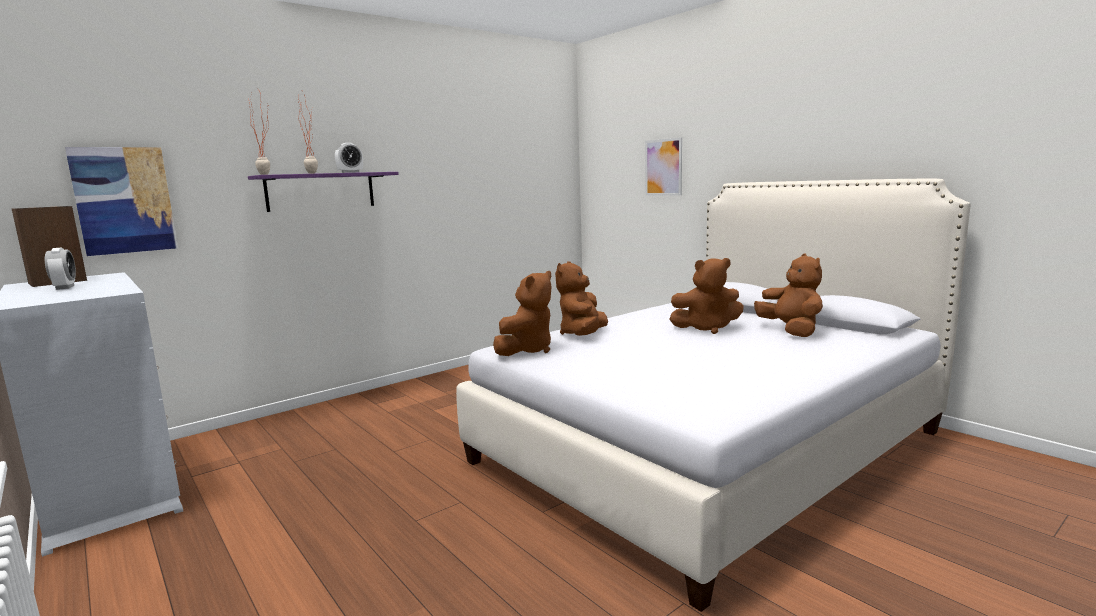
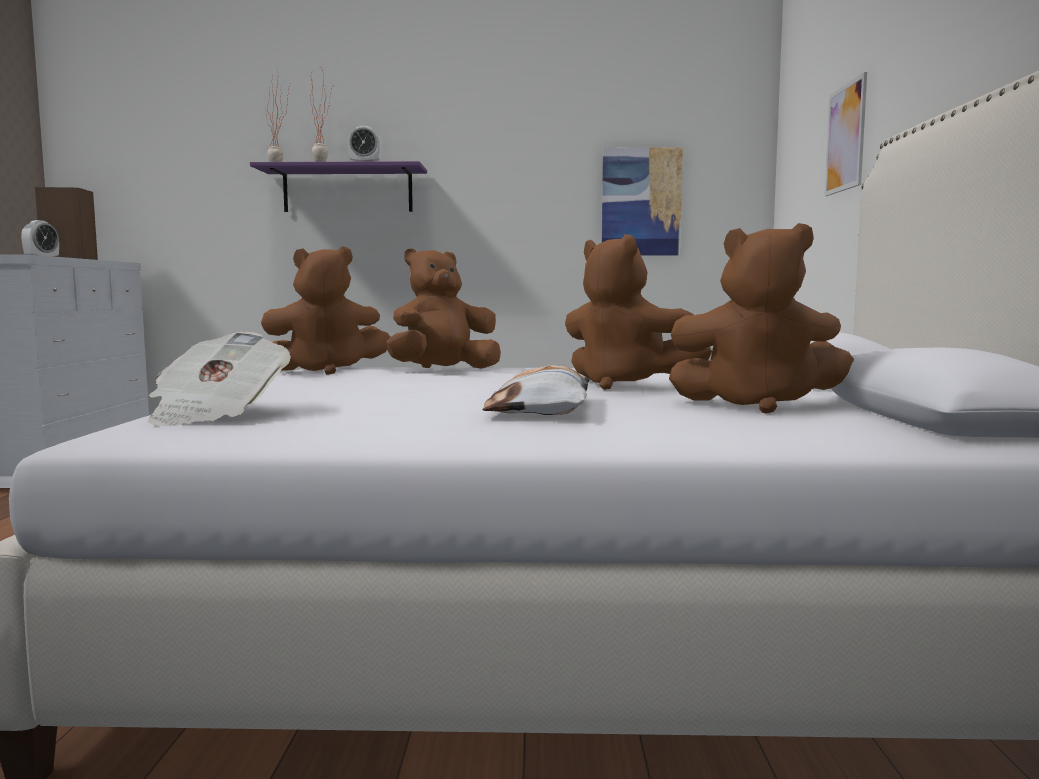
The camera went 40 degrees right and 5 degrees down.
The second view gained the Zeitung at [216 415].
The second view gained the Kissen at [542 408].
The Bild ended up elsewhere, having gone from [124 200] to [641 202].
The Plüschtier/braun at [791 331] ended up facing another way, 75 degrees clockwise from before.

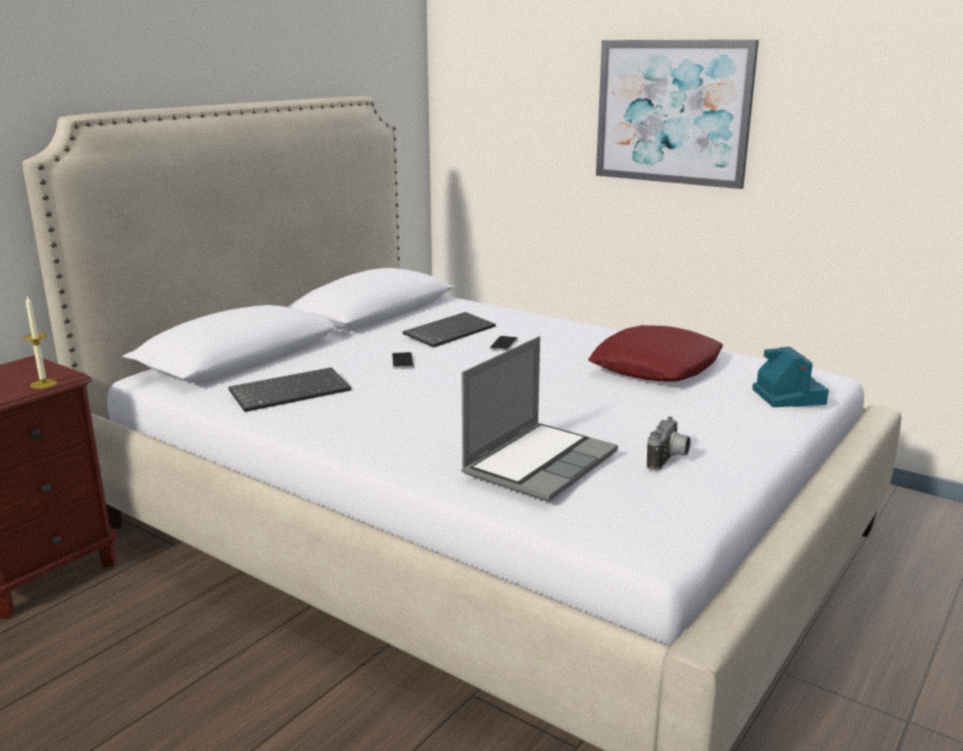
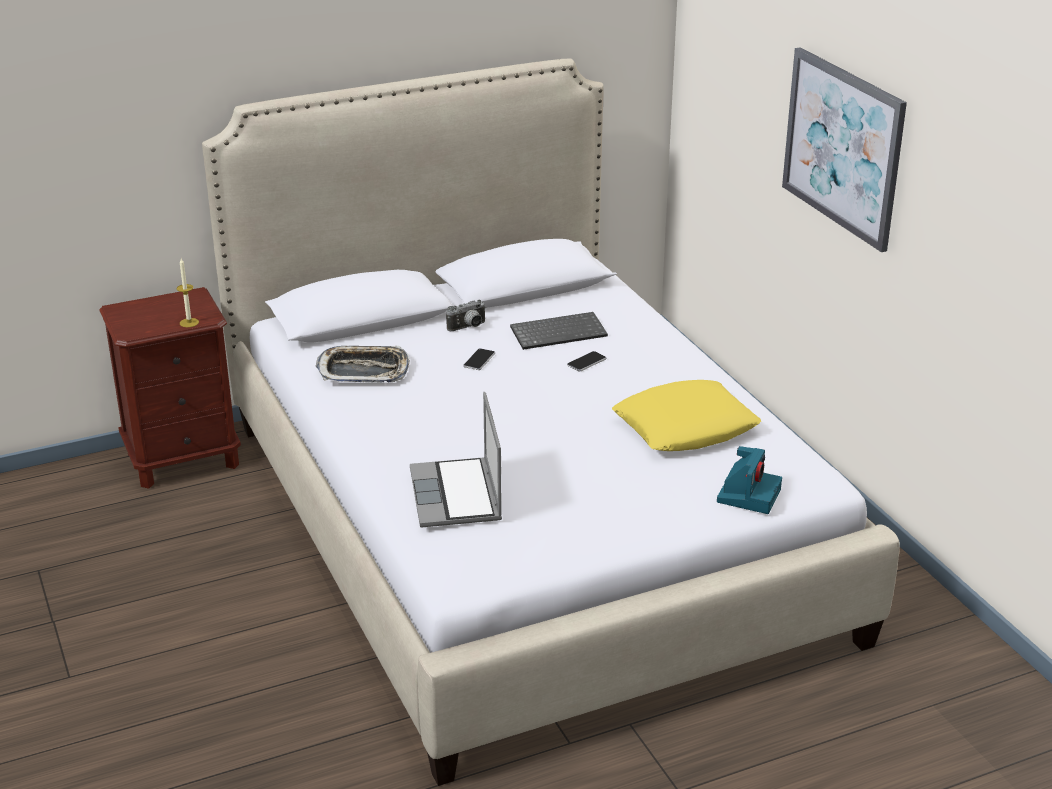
The camera went 30 degrees right and 10 degrees up.
Where the Tastatur stood at [291 391], the Tablett came to stand at [363 371].
The Laptop at [539 462] ended up facing another way, 105 degrees clockwise from before.
The Kamera ended up elsewhere, having gone from [669 460] to [468 327].
What was the Kissen/rot at [656 366] turned into the Kissen/gelb at [685 427].

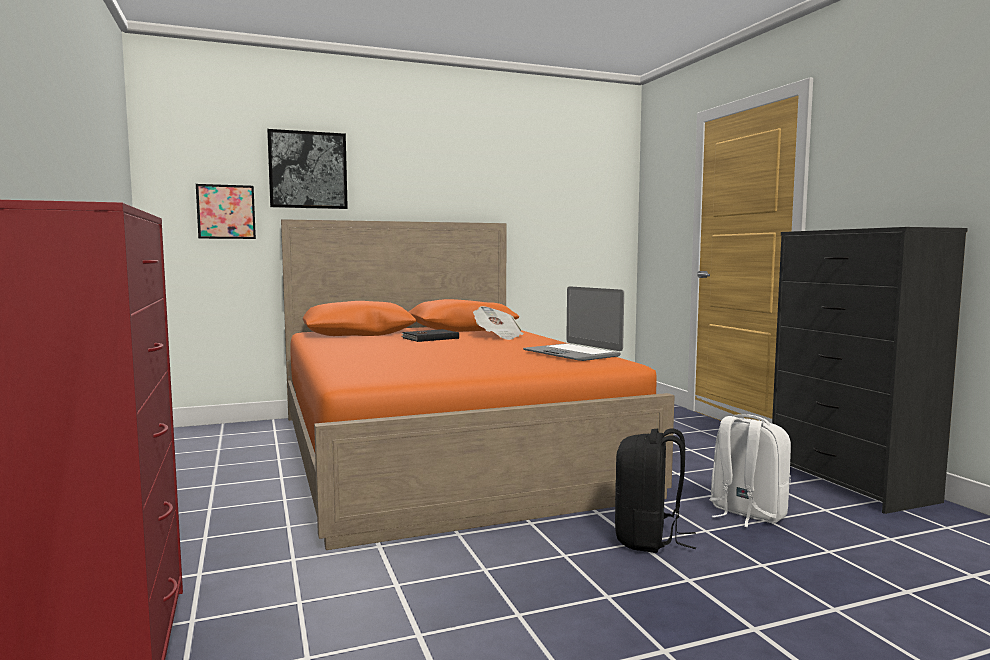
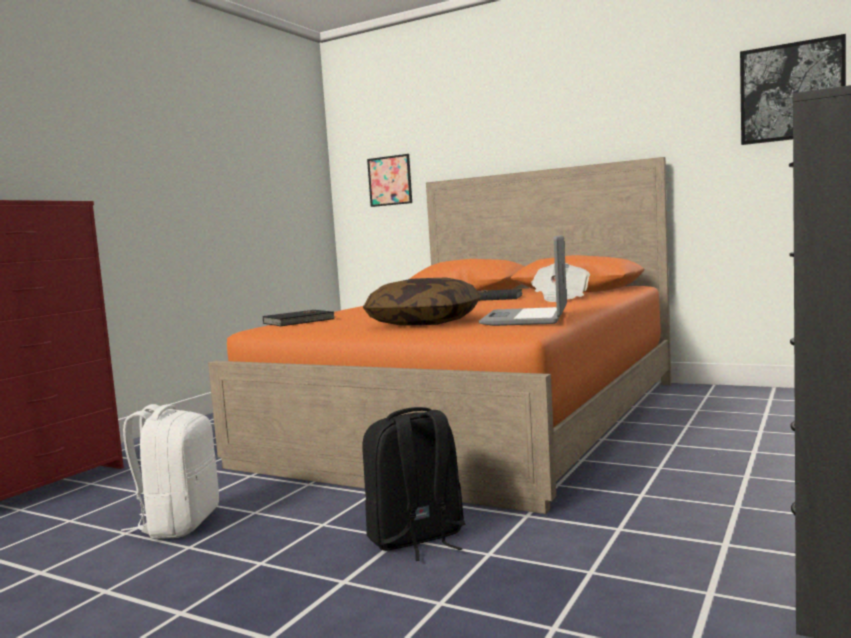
The camera went 50 degrees right and 0 degrees up.
The Rucksack/weiß ended up elsewhere, having gone from [746 513] to [178 524].
The second view gained the Buch/schwarz at [300 321].
The second view gained the Kissen at [424 322].
The Bild ended up elsewhere, having gone from [308 170] to [791 92].

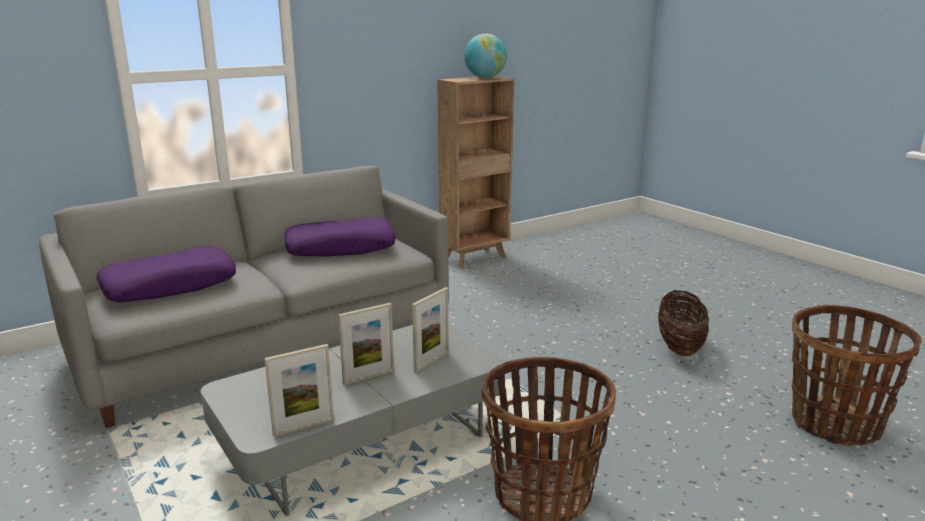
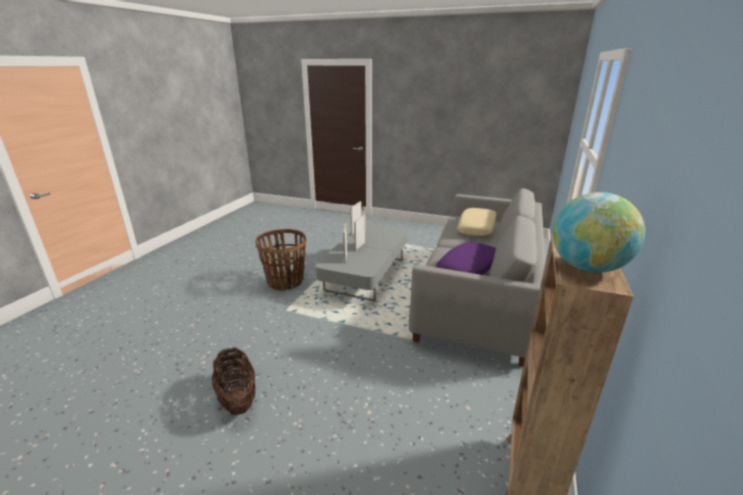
The camera went 145 degrees right and 5 degrees up.
What was the Kissen/lila at [170 286] turned into the Kissen/beige at [477 228].
The second view lost the Korb at [835 424].

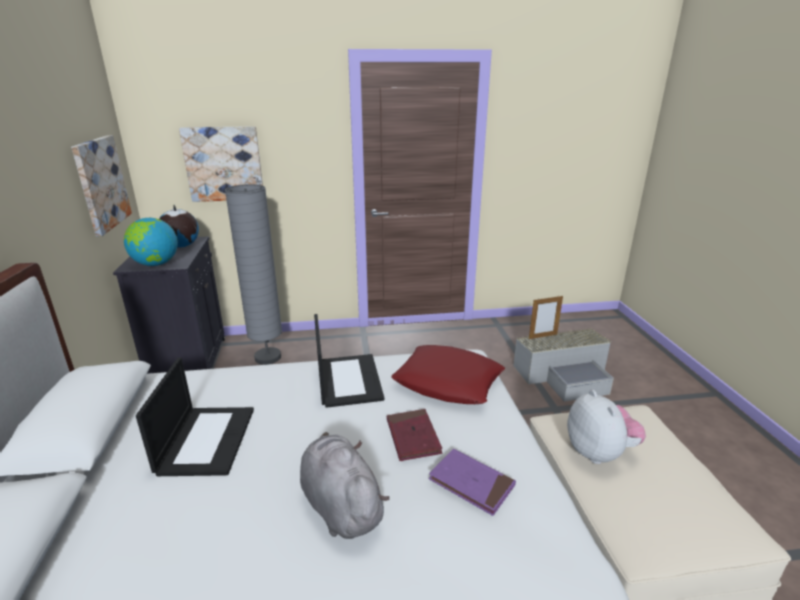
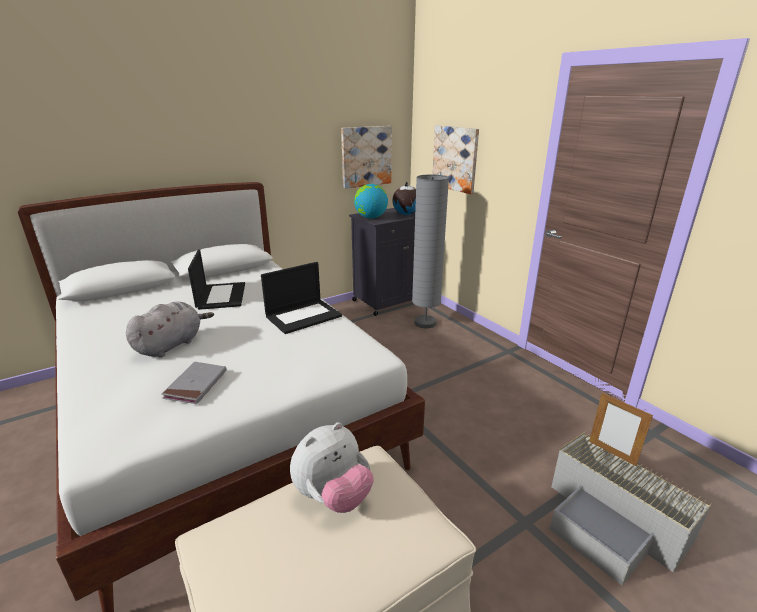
The camera went 65 degrees right and 0 degrees up.
What was the Buch/lila at [471 483] turned into the Buch/grau at [196 385].
The Laptop at [206 439] ended up facing another way, 75 degrees counterclockwise from before.
The second view lost the Buch/rot at [413 437].
The second view lost the Kissen/rot at [448 382].

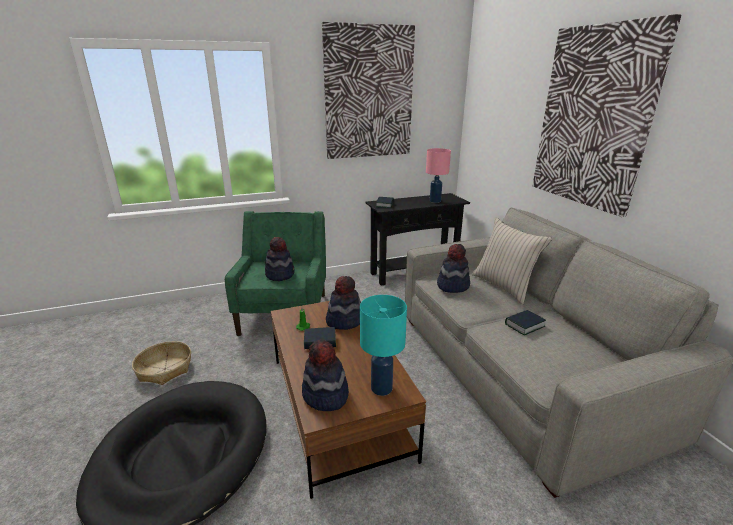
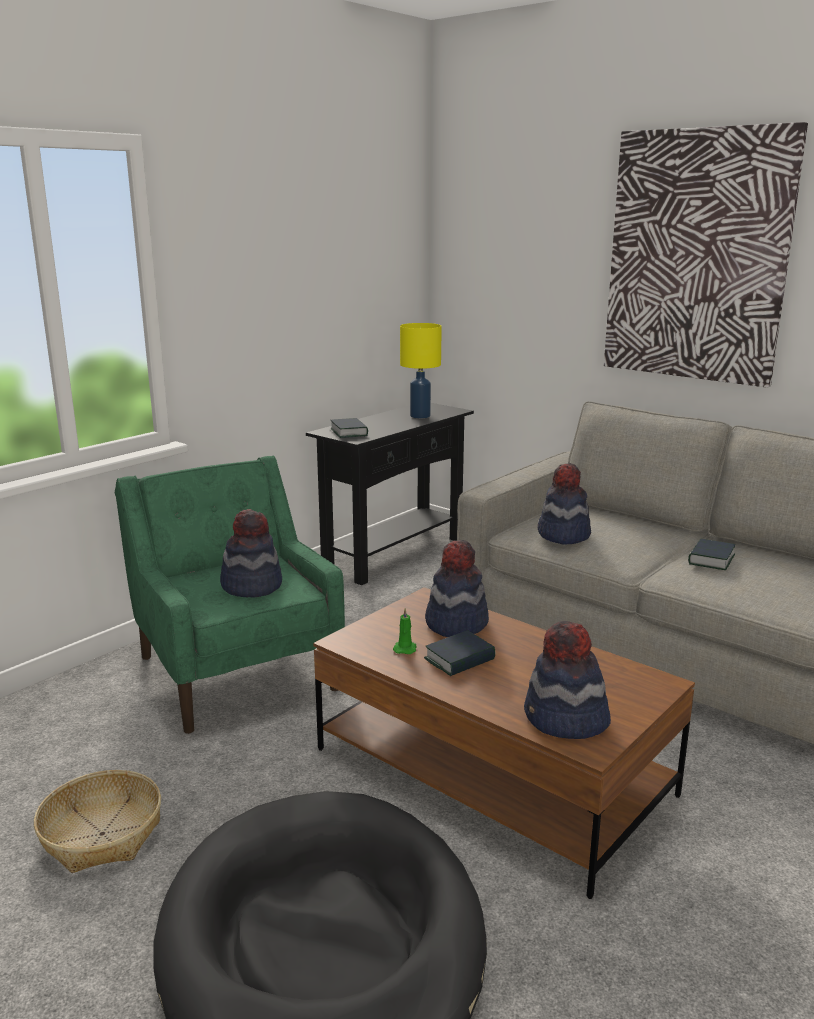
The camera went 30 degrees left and 5 degrees down.
What was the Tischlampe/rosa at [435 201] turned into the Tischlampe/gelb at [419 416].
The second view lost the Bild at [368 93].
The second view lost the Tischlampe/türkis at [382 387].
The second view lost the Kissen/beige at [504 286].

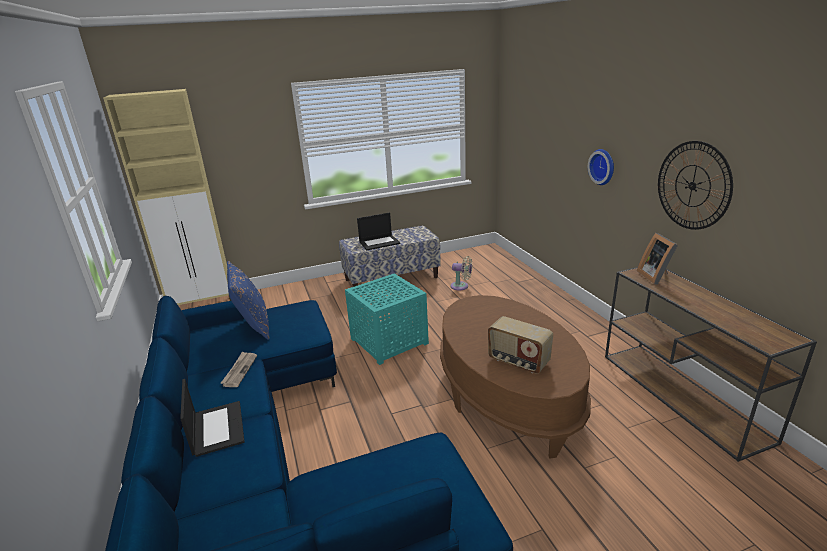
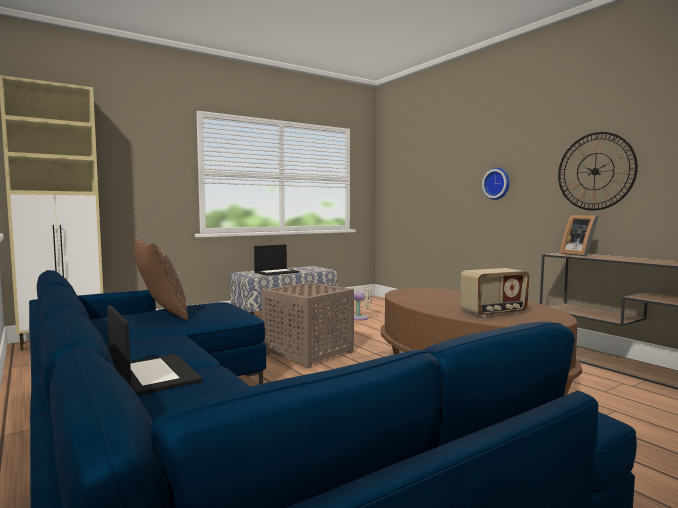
The camera went 15 degrees left and 20 degrees down.
What was the Kissen/blau at [253 326] turned into the Kissen/braun at [161 314].
What was the Beistelltisch/türkis at [389 342] turned into the Beistelltisch/braun at [308 353].
The Radio at [518 362] ended up facing another way, 45 degrees counterclockwise from before.
The second view lost the Zeitung at [239 370].

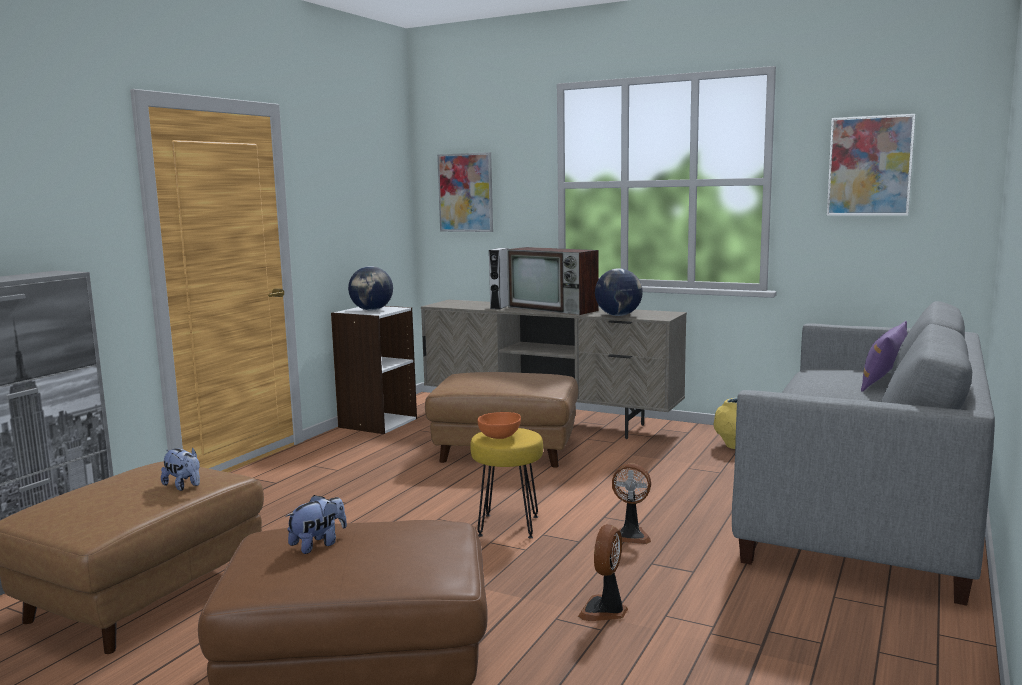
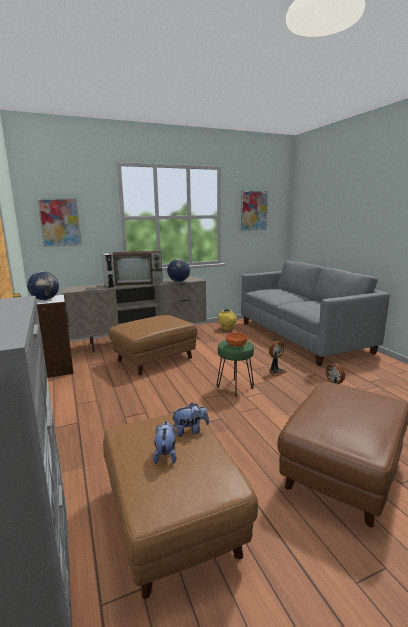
The camera went 50 degrees left and 5 degrees up.
The Plüschtier ended up elsewhere, having gone from [318 544] to [165 454].
What was the Hocker/gelb at [509 525] turned into the Hocker/grün at [235 387].
The second view lost the Kissen/lila at [883 380].

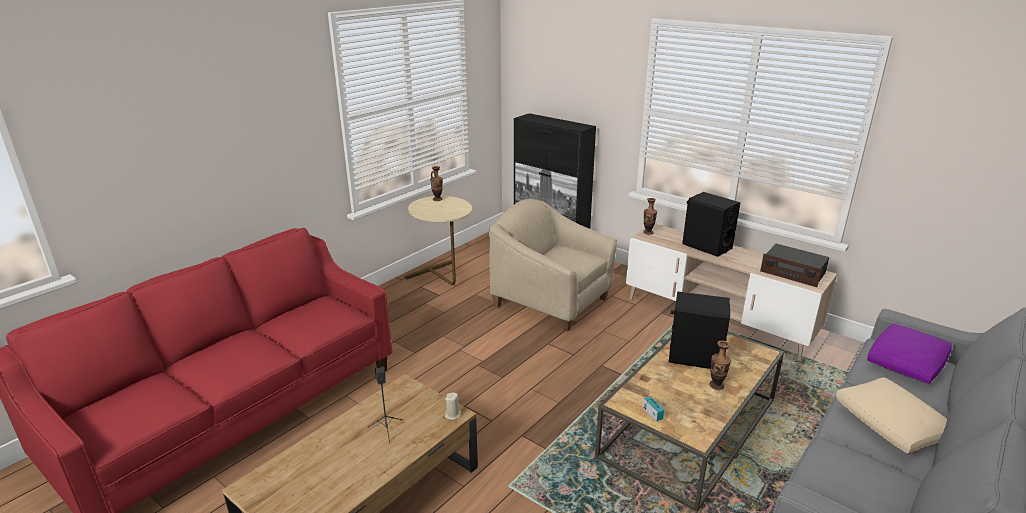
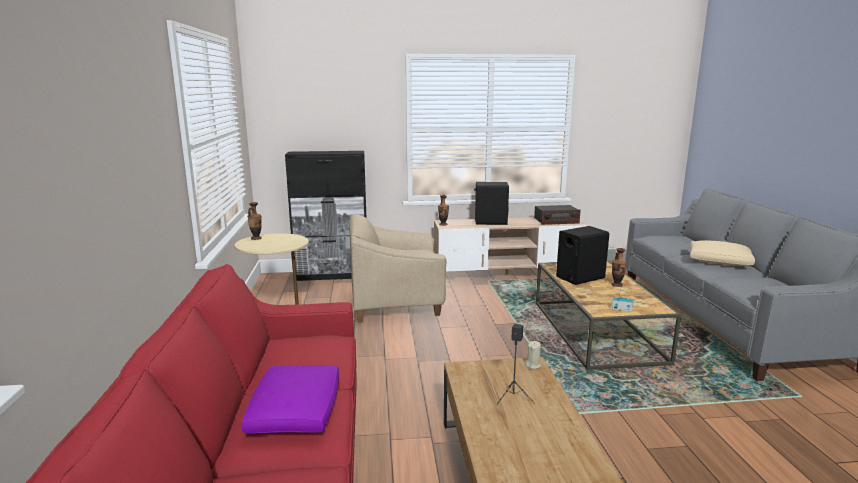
The camera went 45 degrees left and 10 degrees down.
The Kissen/lila ended up elsewhere, having gone from [906 363] to [295 412].

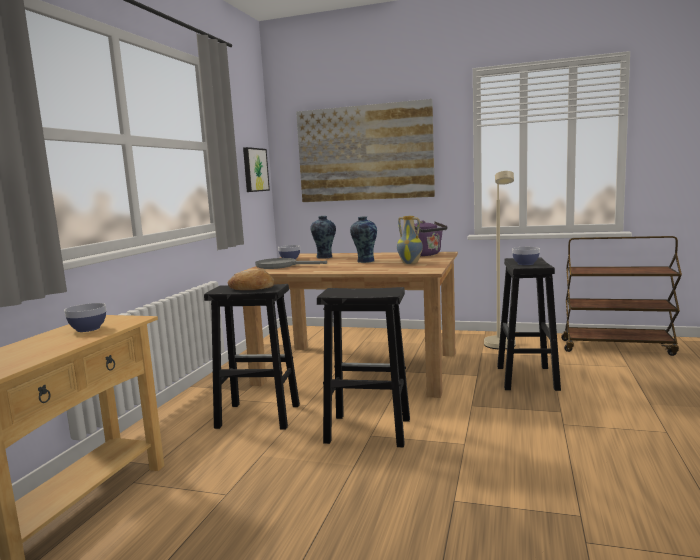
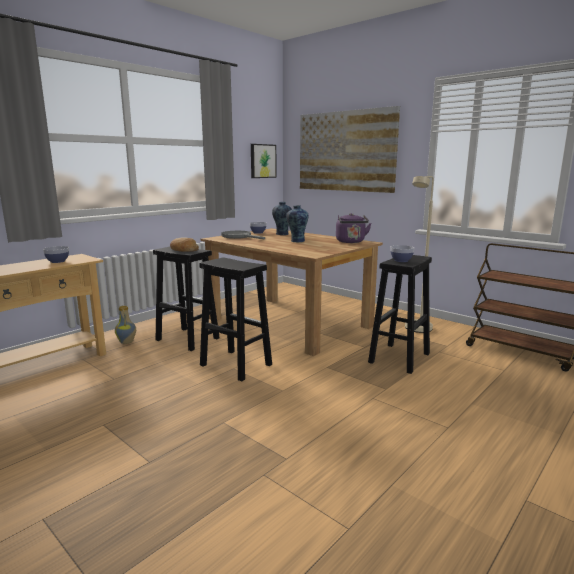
The camera went 25 degrees right and 5 degrees up.
The Vase ended up elsewhere, having gone from [410 263] to [127 342].

